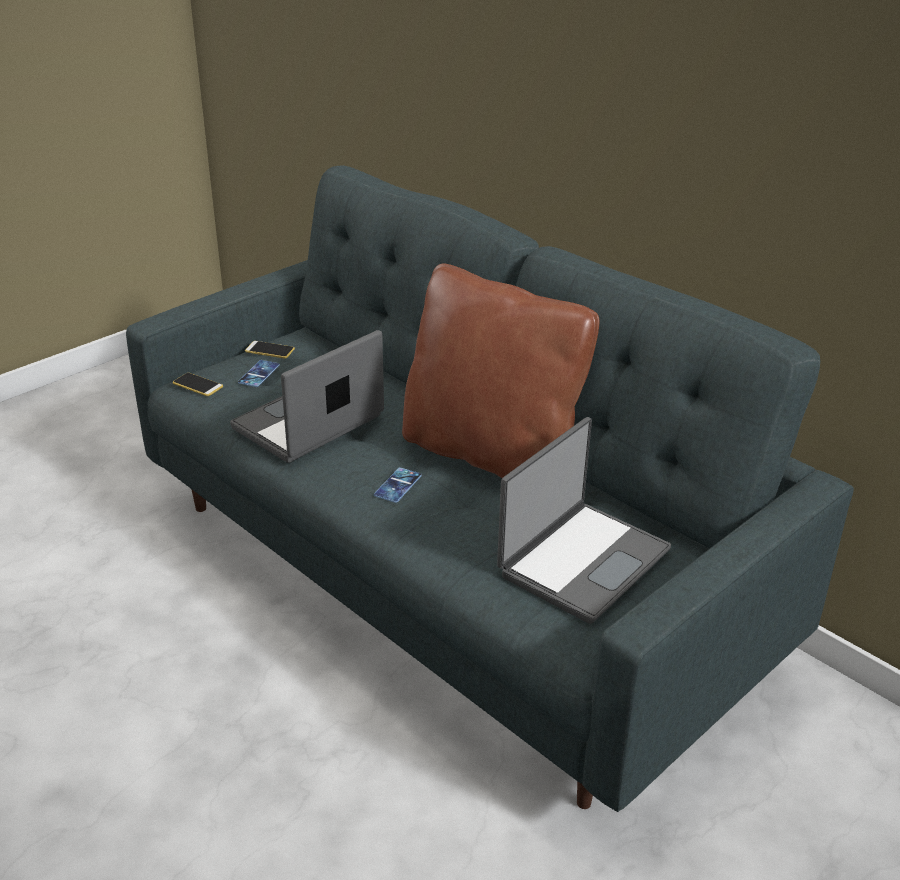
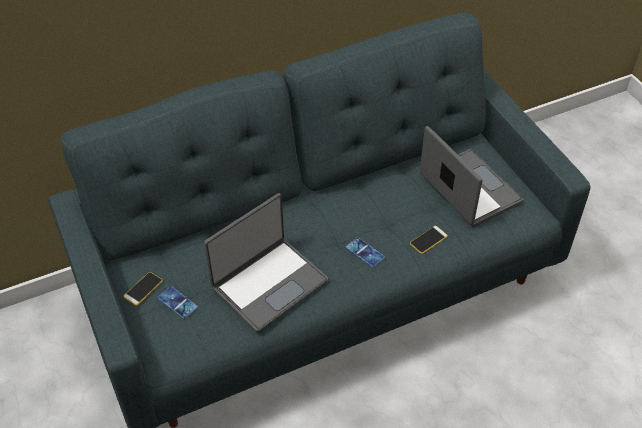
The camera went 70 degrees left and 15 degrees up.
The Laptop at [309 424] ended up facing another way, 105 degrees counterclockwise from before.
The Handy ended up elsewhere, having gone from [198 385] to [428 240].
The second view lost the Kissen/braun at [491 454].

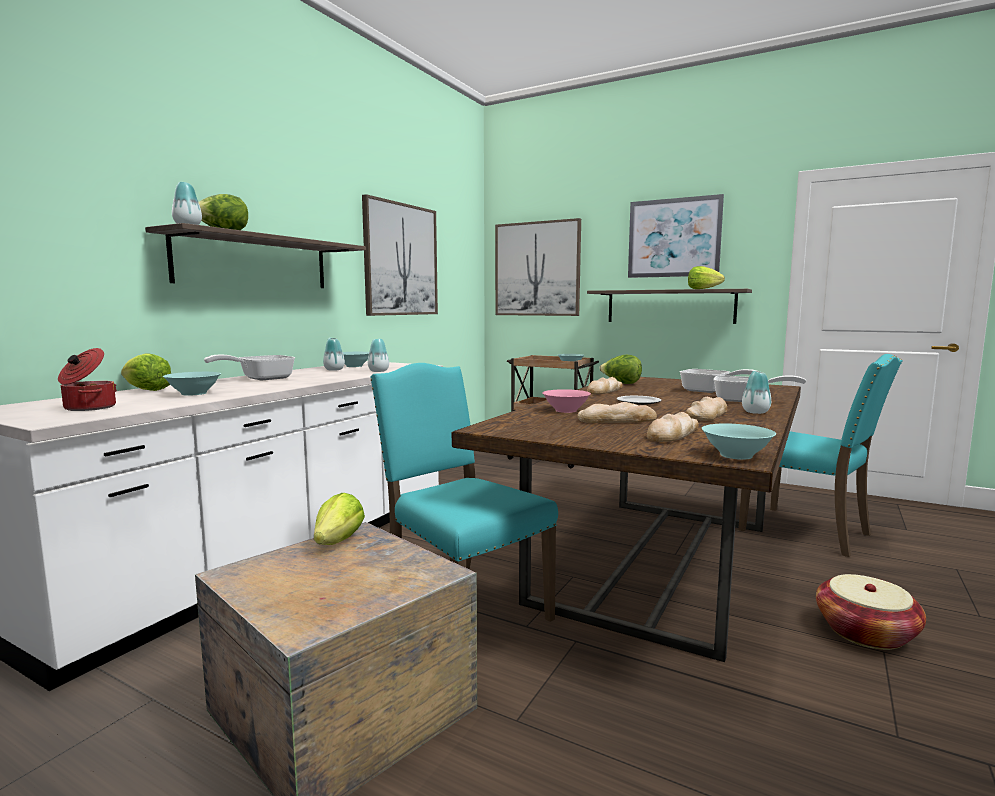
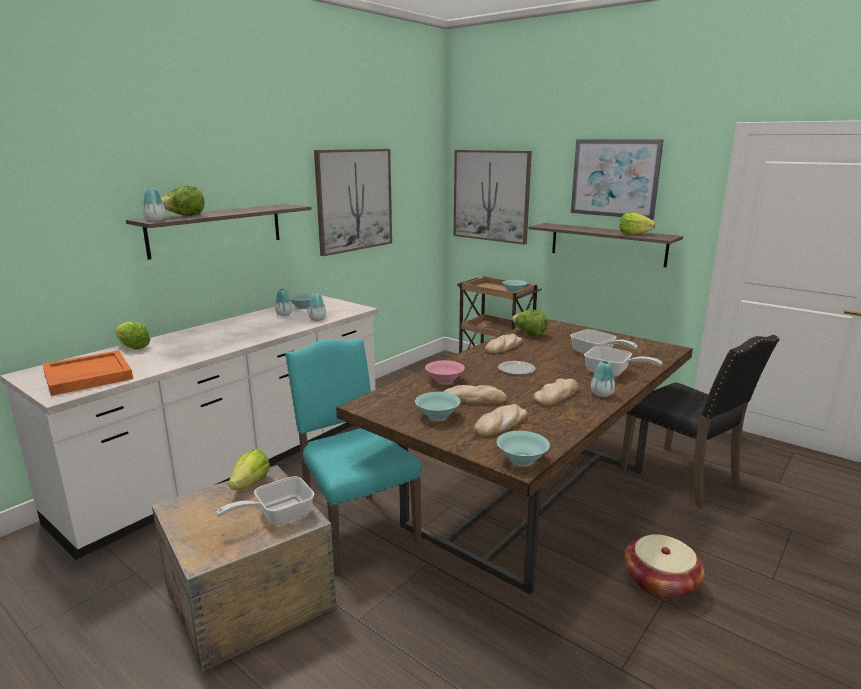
The camera went 10 degrees right and 10 degrees up.
Where the Kochtopf stood at [88 408], the Tablett/orange came to stand at [87 376].
The Pfanne ended up elsewhere, having gone from [260 379] to [277 515].
The Schüssel/türkis ended up elsewhere, having gone from [194 393] to [437 416].
What was the Stuhl/türkis at [808 532] turned into the Stuhl/schwarz at [682 477].

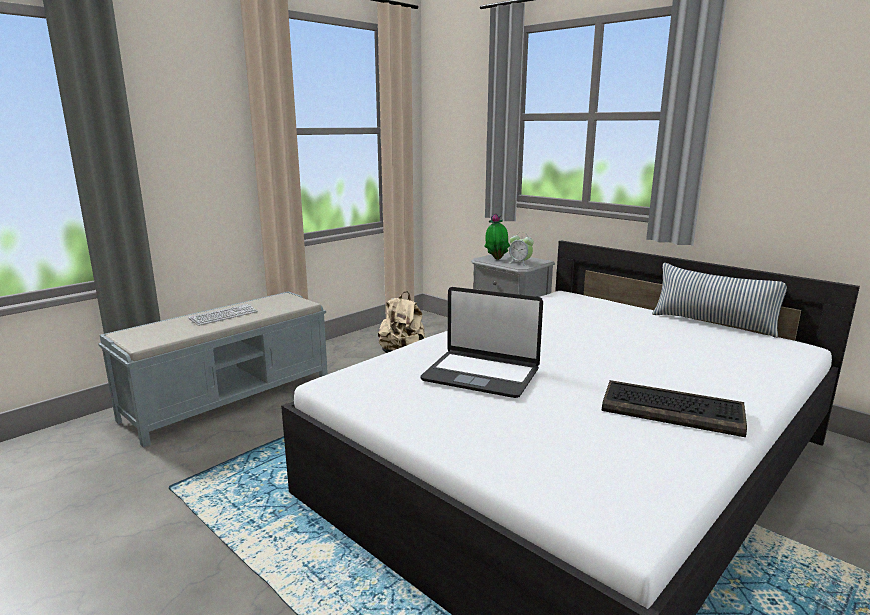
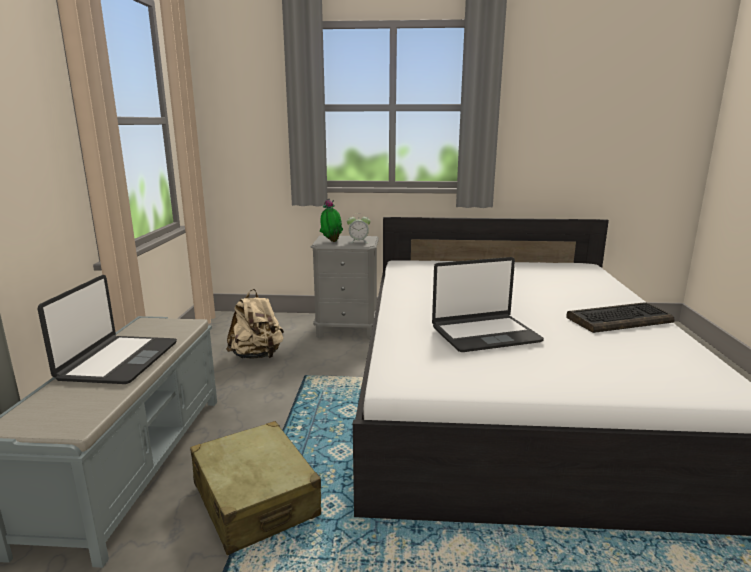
The camera went 40 degrees left and 0 degrees up.
Where the Tastatur stood at [224 316], the Laptop came to stand at [118 361].
The second view gained the Koffer/beige at [255 500].
The second view lost the Kissen at [713 323].

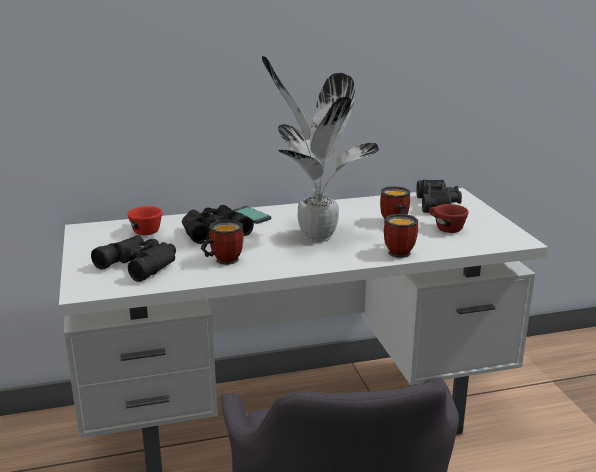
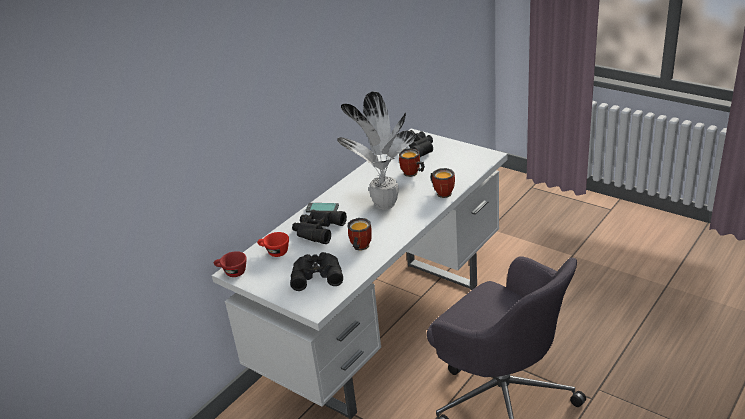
The camera went 35 degrees left and 10 degrees up.
The Tasse/rot ended up elsewhere, having gone from [445 228] to [232 272].

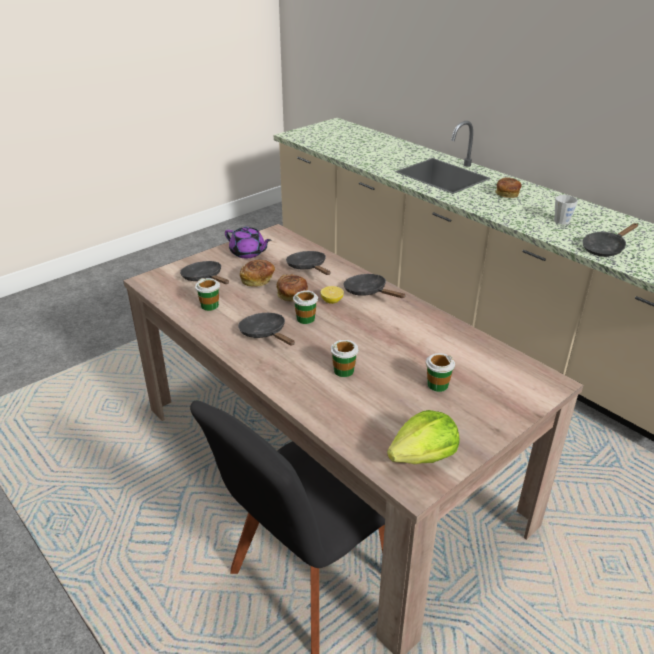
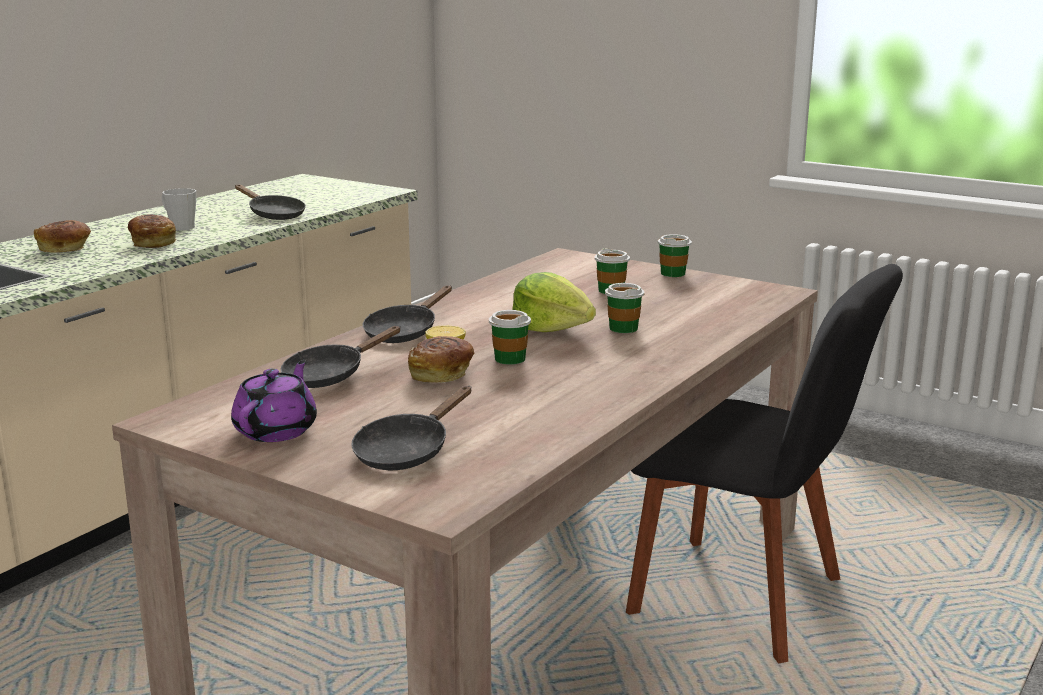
The camera went 105 degrees left and 15 degrees down.
The Brot ended up elsewhere, having gone from [258 280] to [153 243].
The Salatkopf ended up elsewhere, having gone from [423 456] to [552 328].
The Tasse ended up elsewhere, having gone from [210 306] to [673 273].
The second view lost the Pfanne/schwarz at [265 333].

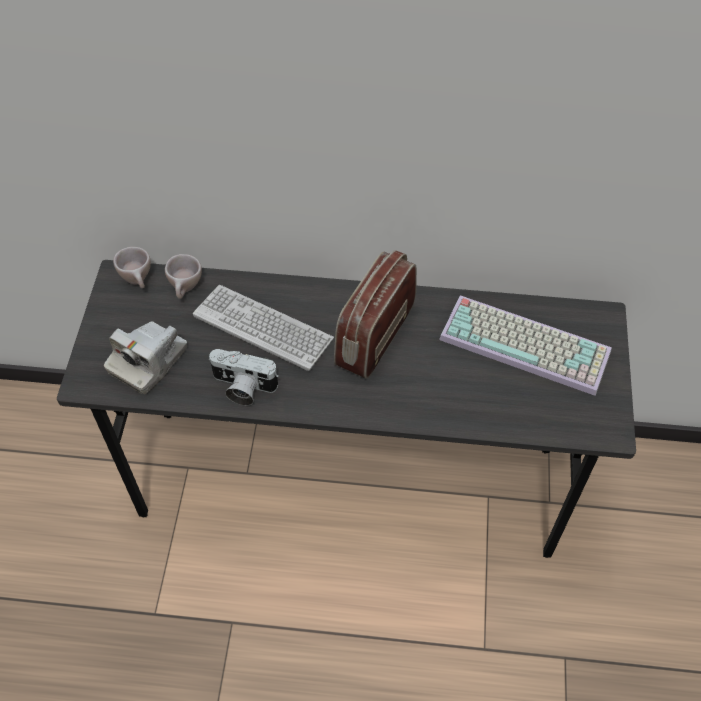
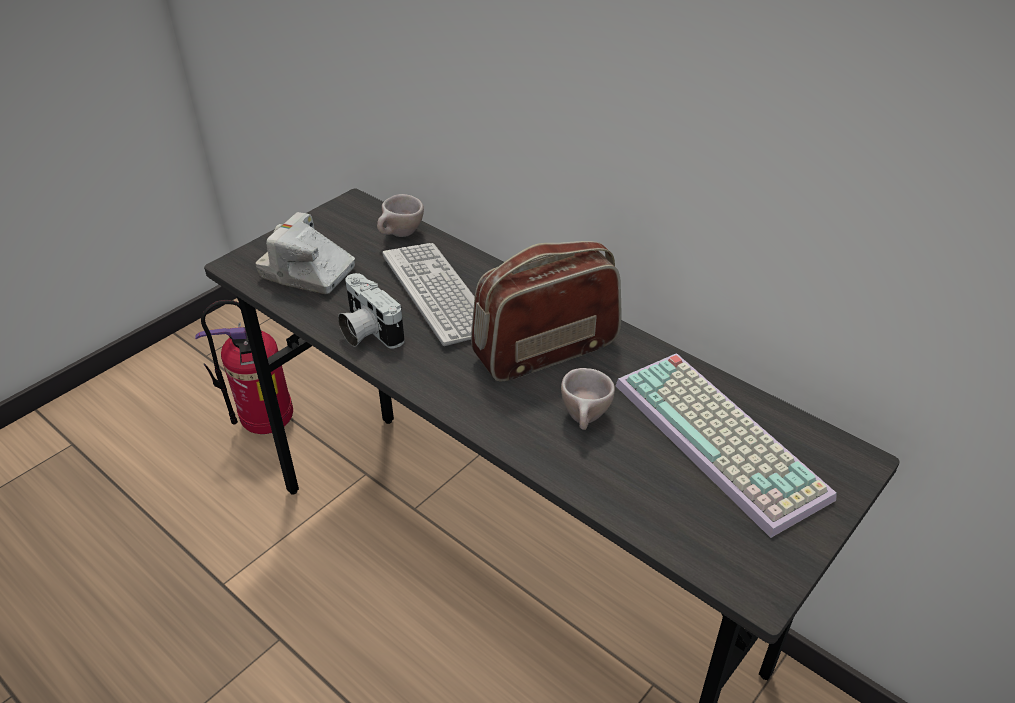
The camera went 35 degrees right and 15 degrees down.
The second view gained the Feuerlöscher at [265 426].
The Kamera at [148 361] ended up facing another way, 45 degrees clockwise from before.
The Tasse/beige ended up elsewhere, having gone from [139 281] to [585 421].

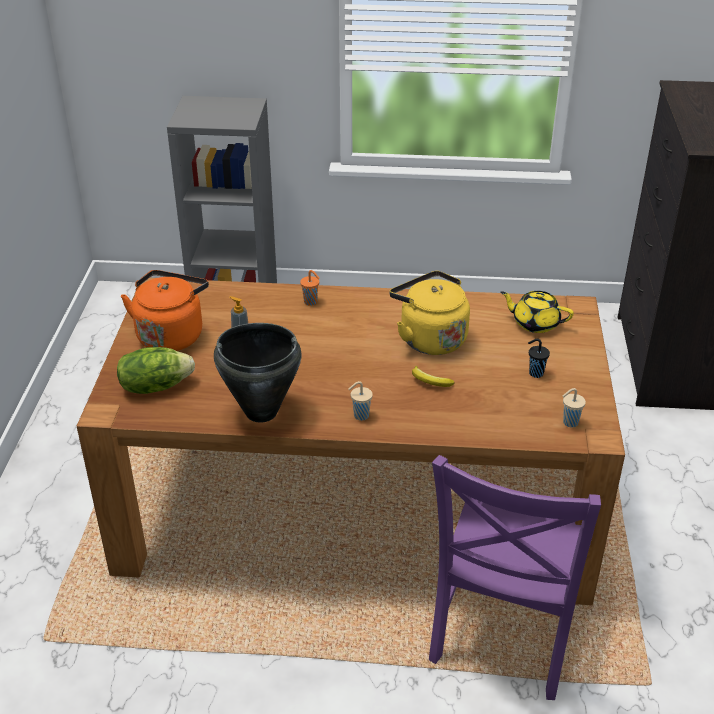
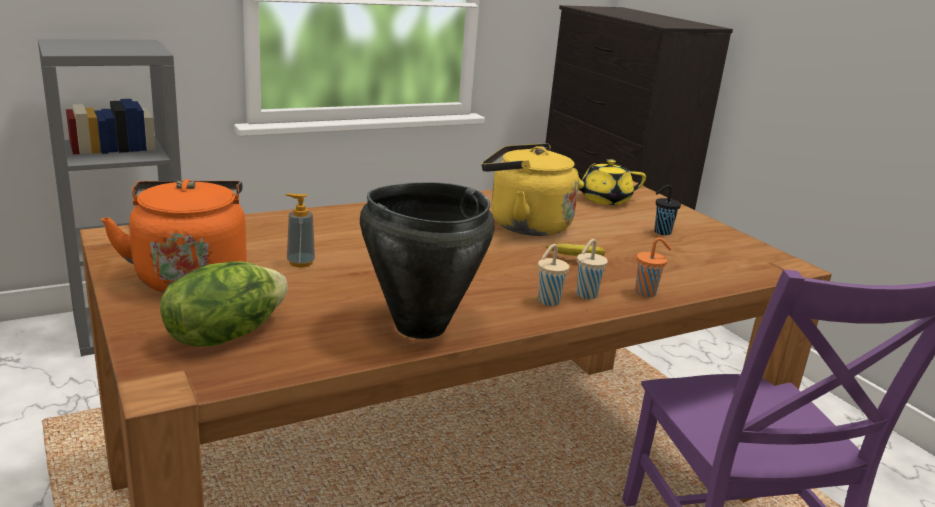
The camera went 35 degrees left and 15 degrees down.
The Tasse/beige ended up elsewhere, having gone from [569 422] to [585 295].
The Tasse/orange ended up elsewhere, having gone from [311 302] to [646 293].

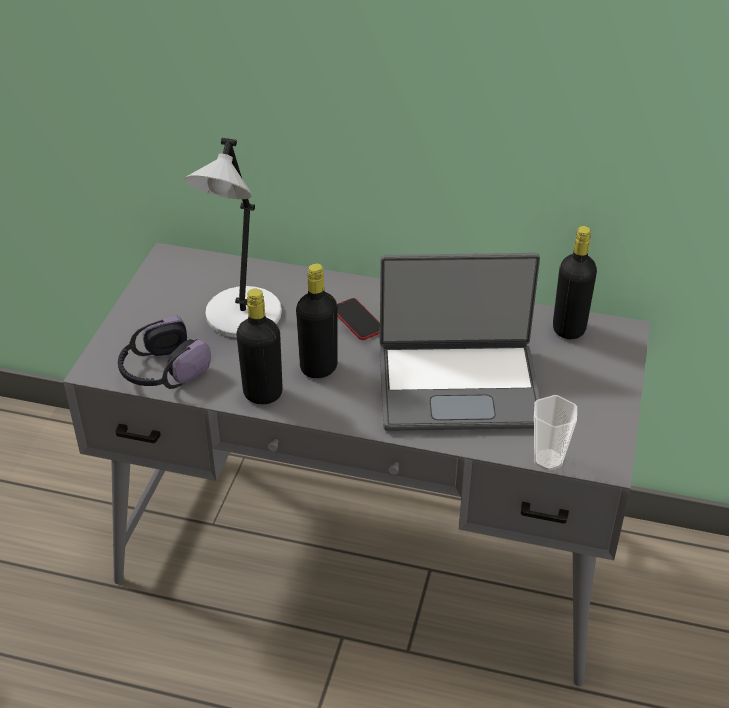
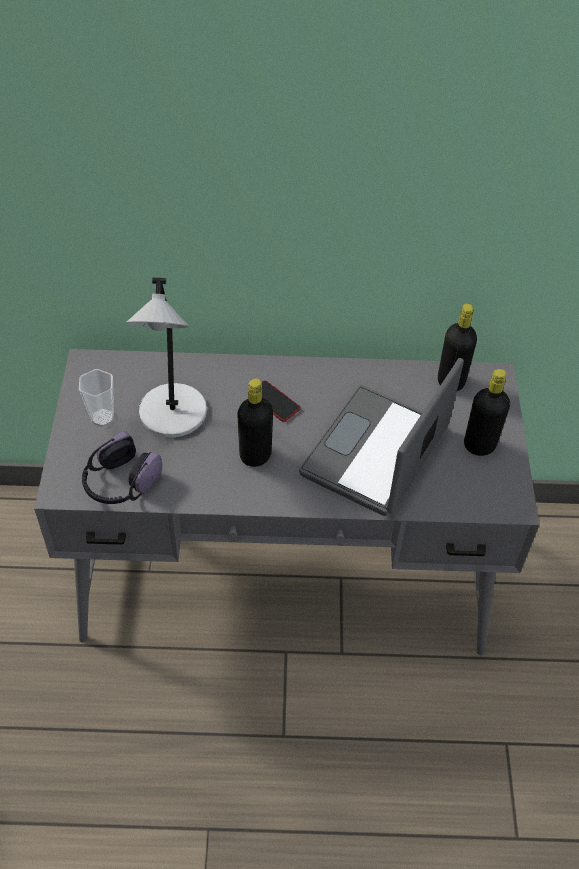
The camera went 15 degrees left and 10 degrees up.
The Tasse ended up elsewhere, having gone from [548 460] to [102 417].
The Laptop at [458 386] ended up facing another way, 135 degrees clockwise from before.
The Flasche/schwarz ended up elsewhere, having gone from [263 393] to [479 445].

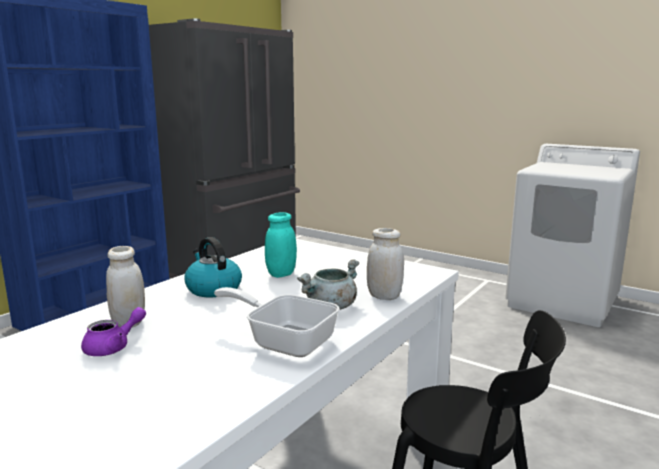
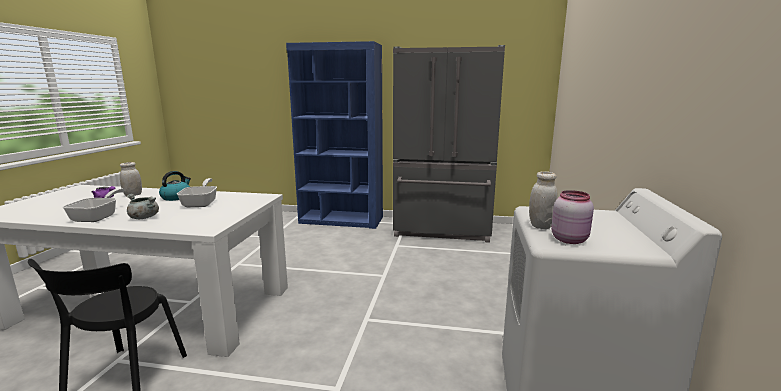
The camera went 65 degrees right and 0 degrees up.
Where the Vorratsglas/türkis stood at [281 274], the Pfanne came to stand at [201 203].
The Vorratsglas/weiß ended up elsewhere, having gone from [384 296] to [540 226].
The second view gained the Vorratsglas/rosa at [570 239].

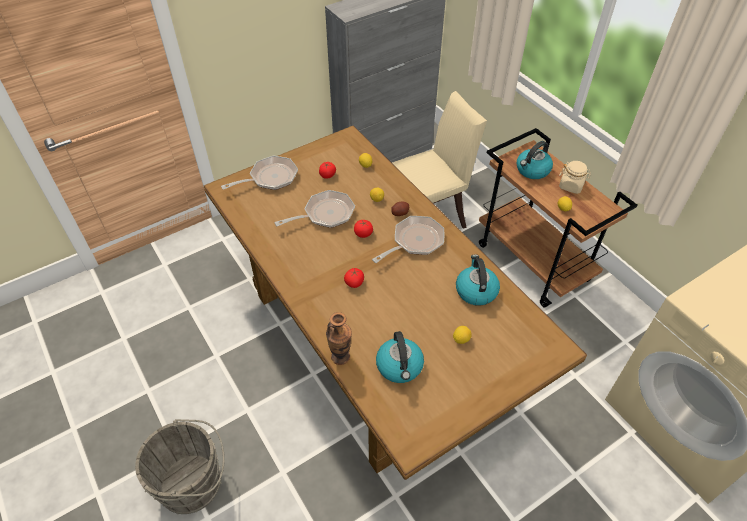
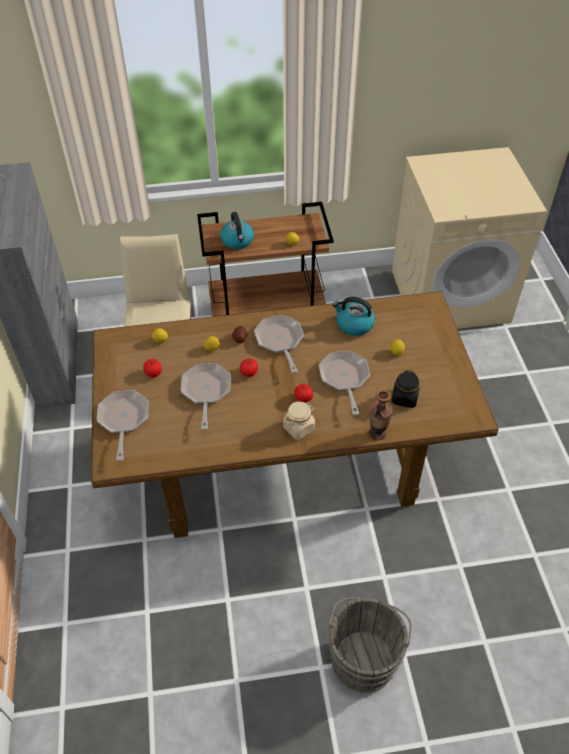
The camera went 65 degrees left and 0 degrees up.
The Vorratsglas/beige ended up elsewhere, having gone from [571 186] to [299 428].
The second view gained the Pfanne at [344 379].
Where the Wasserkessel stood at [400 366], the Vorratsglas/schwarz came to stand at [404 398].

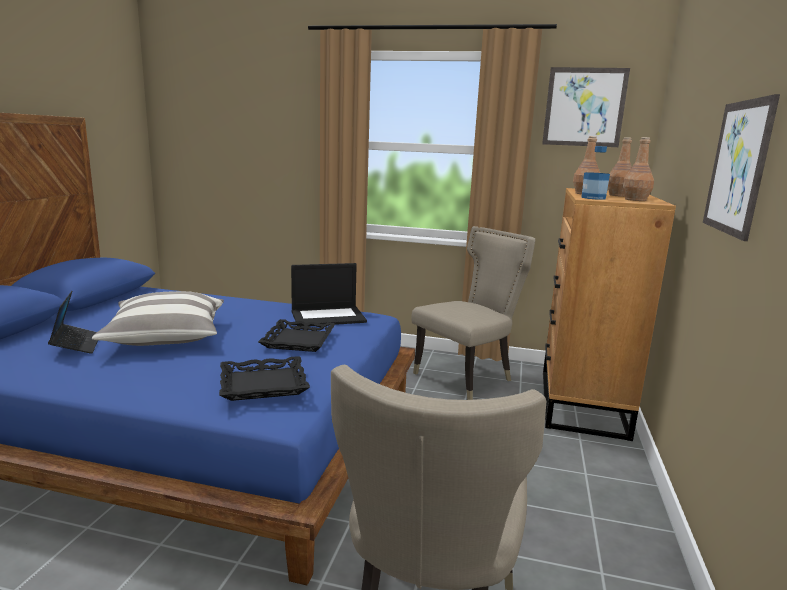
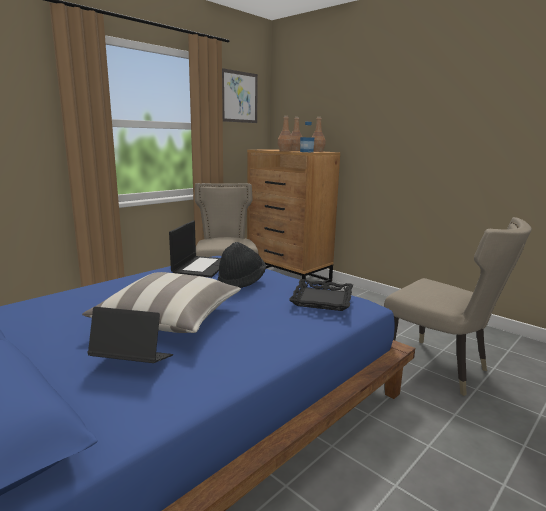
The camera went 60 degrees left and 0 degrees up.
Where the Tablett/schwarz stood at [298 340], the Hut/schwarz came to stand at [241 282].
The second view lost the Bild at [737 167].

